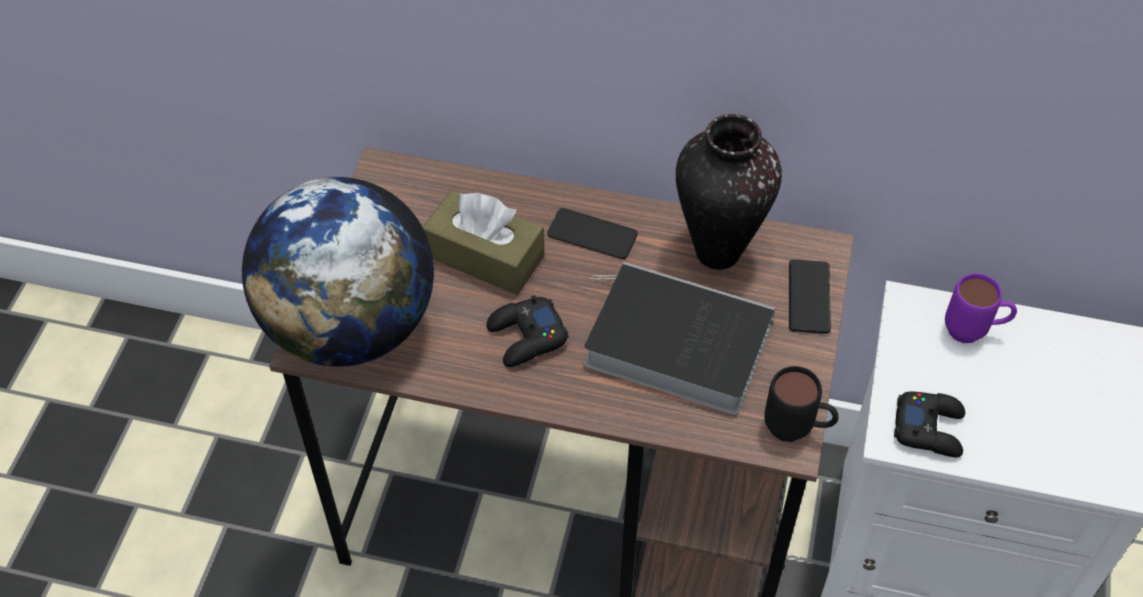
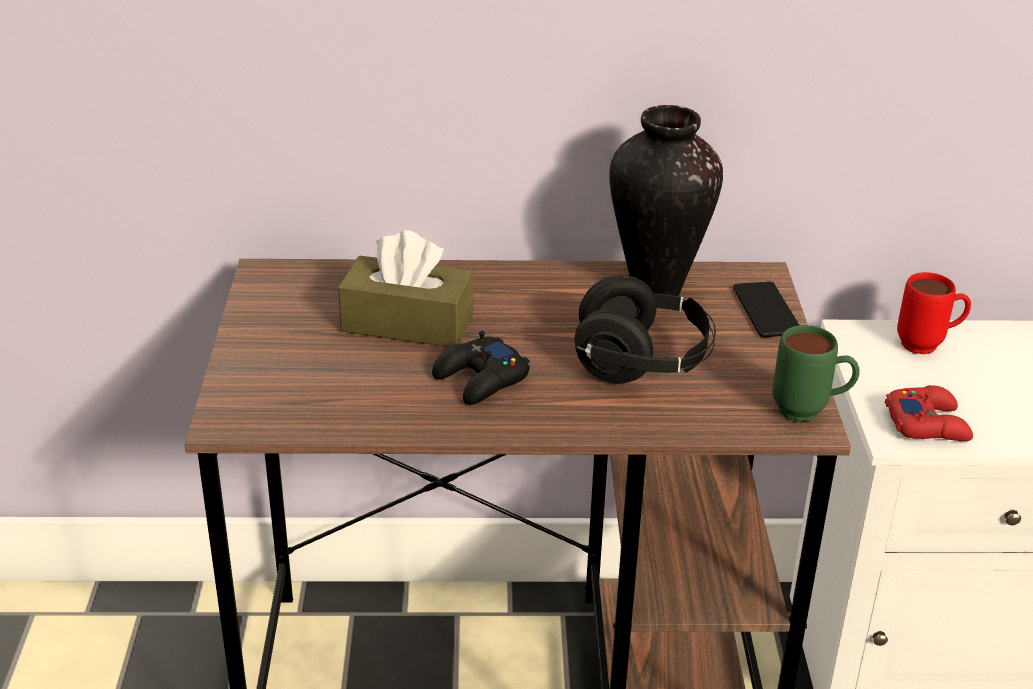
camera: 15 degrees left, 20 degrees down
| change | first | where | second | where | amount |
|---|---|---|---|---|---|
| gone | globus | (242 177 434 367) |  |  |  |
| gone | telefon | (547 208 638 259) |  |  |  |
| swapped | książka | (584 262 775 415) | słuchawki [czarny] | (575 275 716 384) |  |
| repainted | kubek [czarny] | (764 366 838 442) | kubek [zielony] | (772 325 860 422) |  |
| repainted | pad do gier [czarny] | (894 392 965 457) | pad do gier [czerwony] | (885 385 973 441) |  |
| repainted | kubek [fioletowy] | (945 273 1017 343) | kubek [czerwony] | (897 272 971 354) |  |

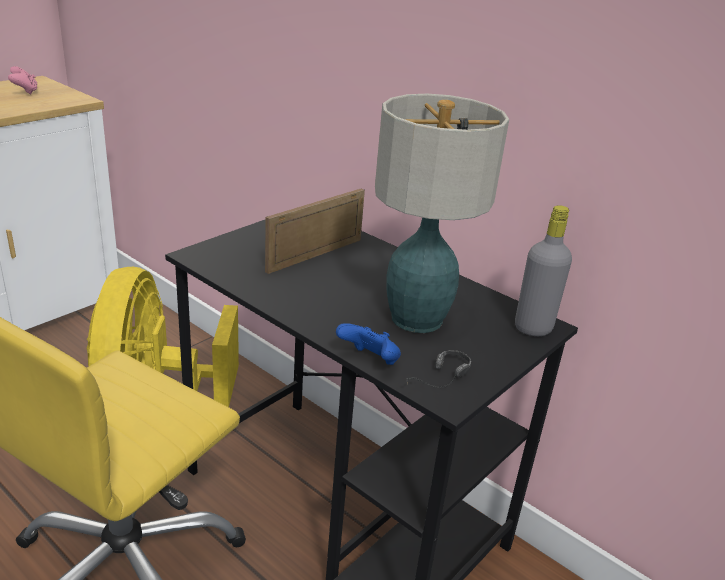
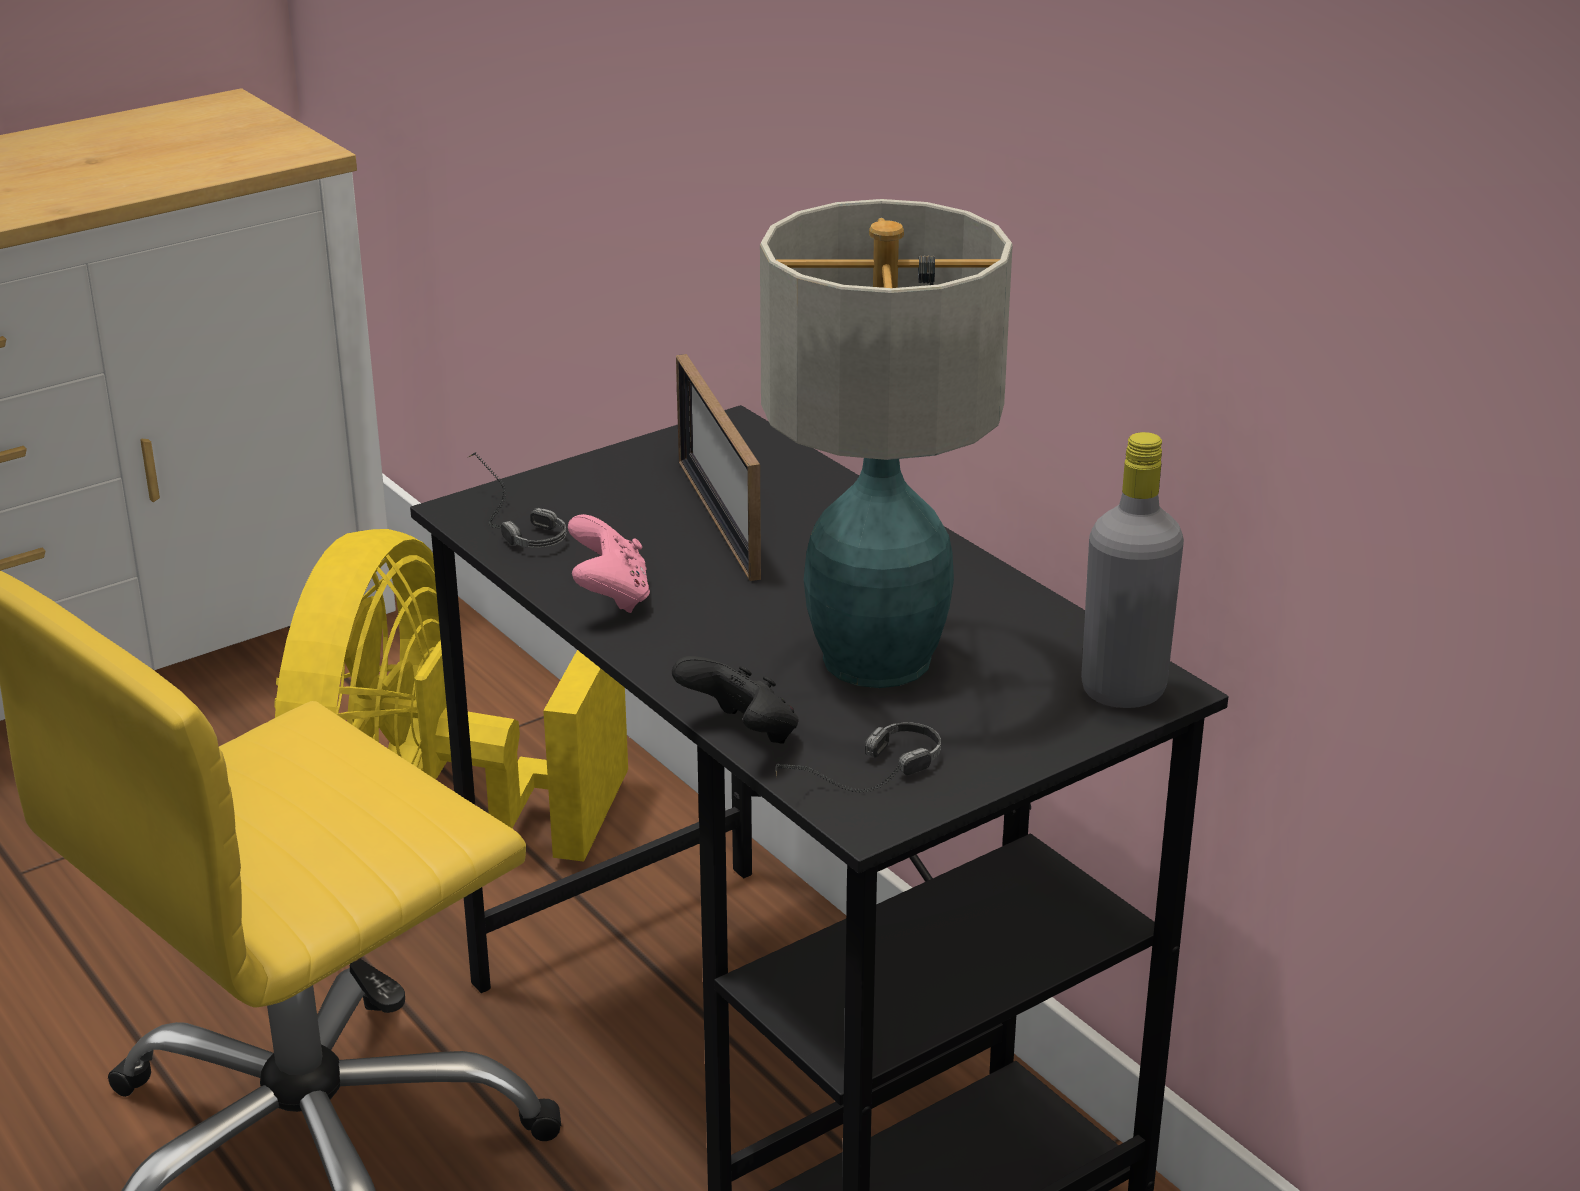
camera: 15 degrees right, 0 degrees up
| change | first | where | second | where | amount |
|---|---|---|---|---|---|
| new |  |  | słuchawki | (468 452 566 548) |  |
| shifted | pad do gier [różowy] | (8 66 38 94) |  | (568 514 650 613) |  |
| repainted | pad do gier [niebieski] | (336 323 401 365) | pad do gier [czarny] | (672 656 798 744) |  |
| rotated | ramka na zdjęcie | (265 188 365 274) |  | (676 354 761 581) | 75 degrees counterclockwise |

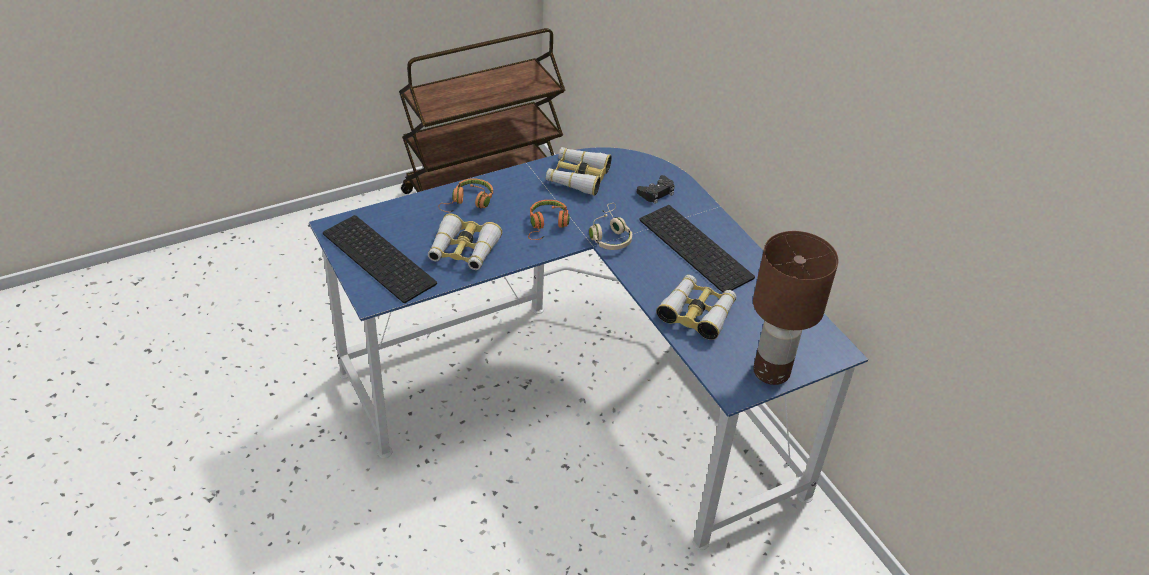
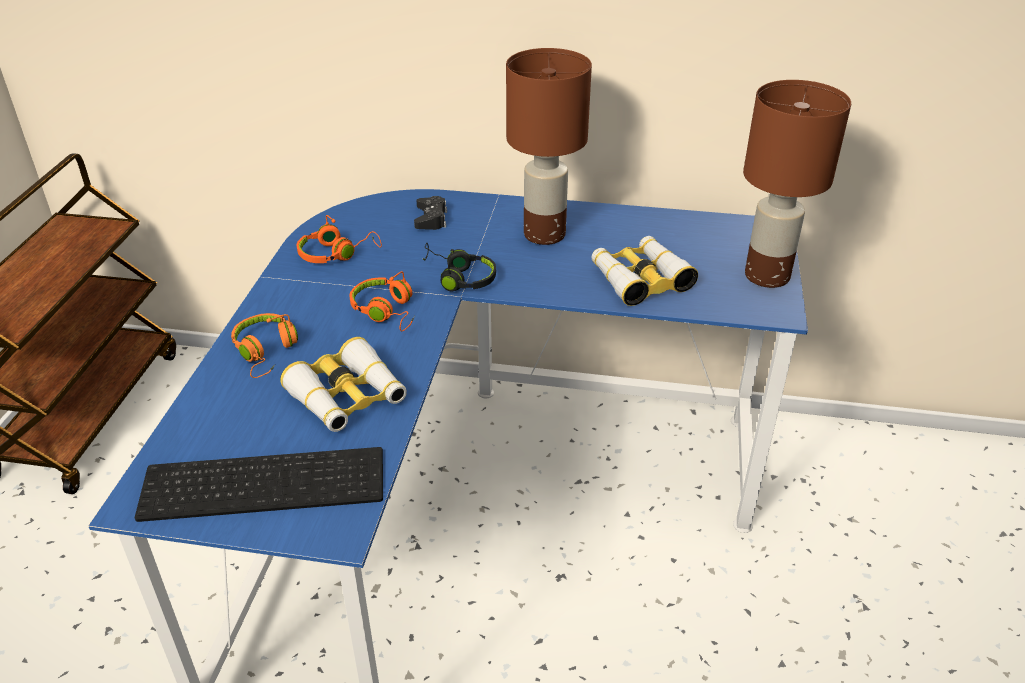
camera: 50 degrees left, 5 degrees down
| change | first | where | second | where | amount |
|---|---|---|---|---|---|
| swapped | lornetka | (546 147 612 196) | słuchawki [pomarańczowy] | (297 215 382 263) |  |
| swapped | klawiatura | (640 205 755 293) | lampa stołowa [brązowy] | (506 48 592 245) |  |
| repainted | słuchawki [beżowy] | (589 203 632 250) | słuchawki [czarny] | (422 243 496 291) |  |

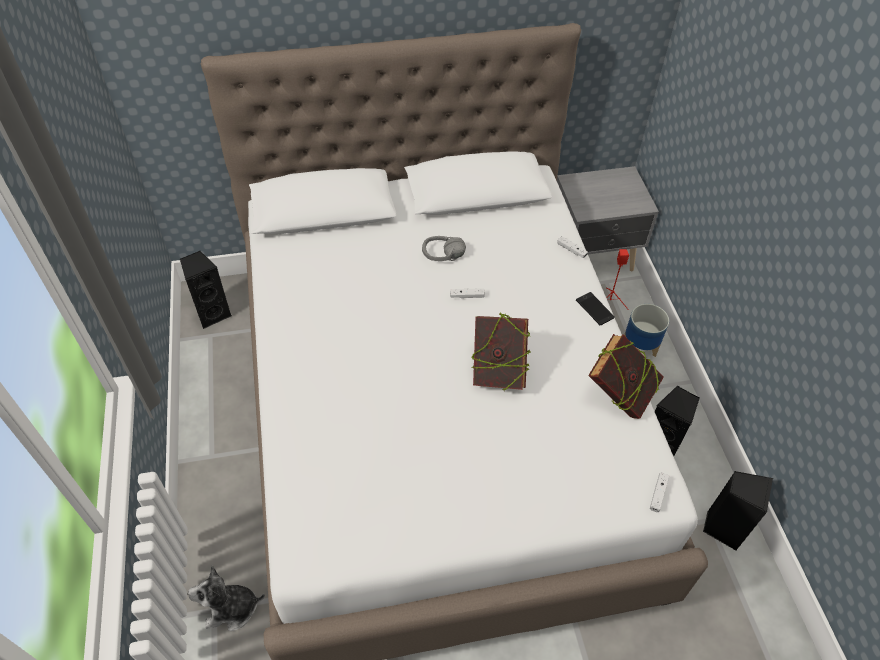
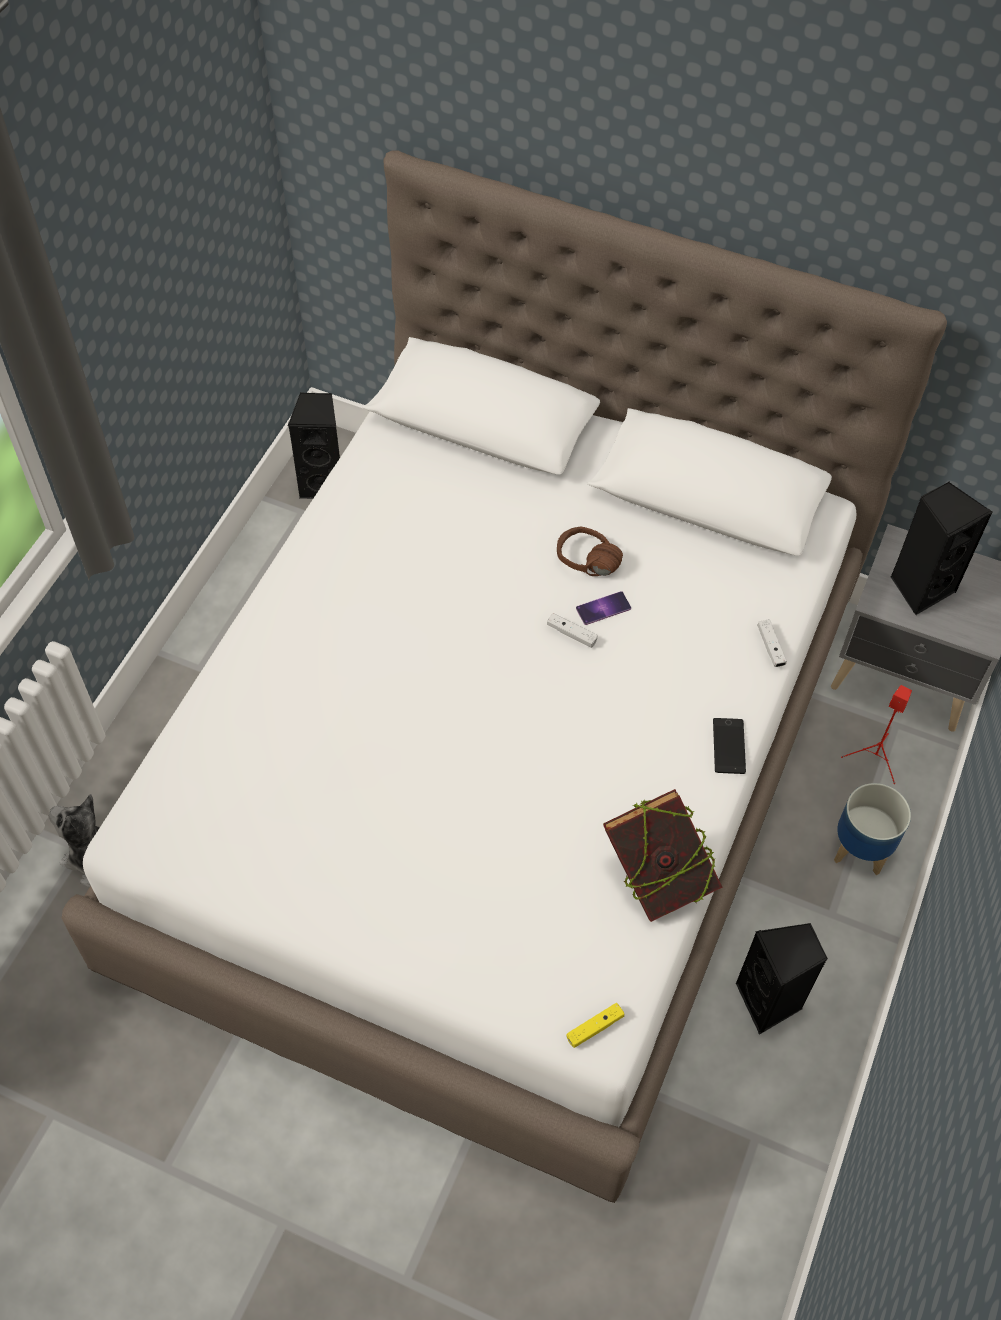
camera: 35 degrees right, 5 degrees up
| change | first | where | second | where | amount |
|---|---|---|---|---|---|
| gone | książka | (471 313 530 391) |  |  |  |
| new |  |  | telefon | (576 591 631 625) |  |
| shifted | głośnik [czarny] | (703 471 773 550) |  | (890 481 992 615) |  |
| repainted | słuchawki [szary] | (422 236 466 261) | słuchawki [brązowy] | (557 526 623 576) |  |
| repainted | pad do gier [biały] | (650 472 669 512) | pad do gier [żółty] | (566 1003 624 1048) |  |

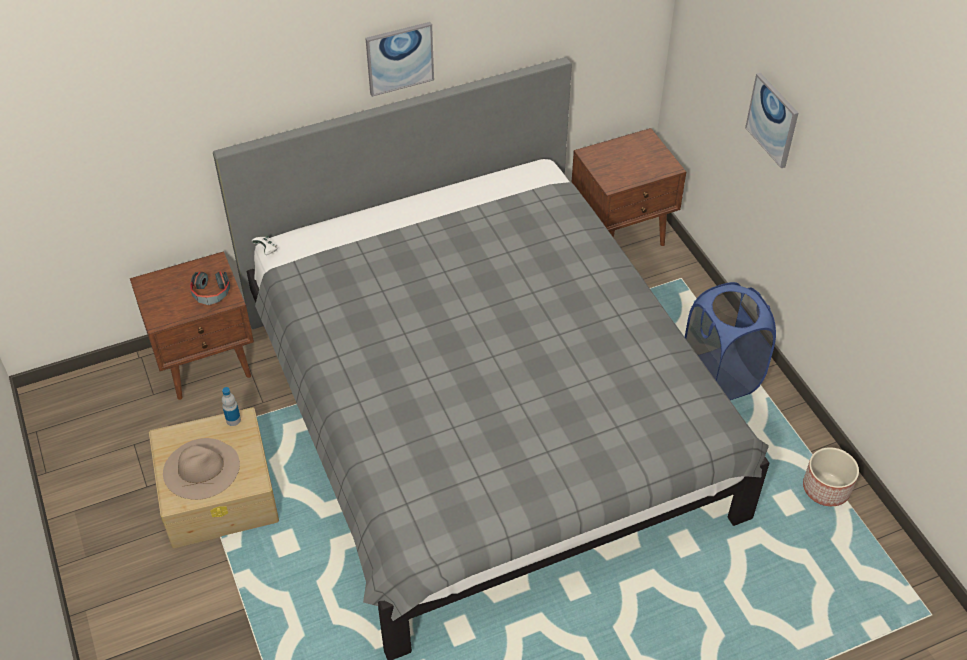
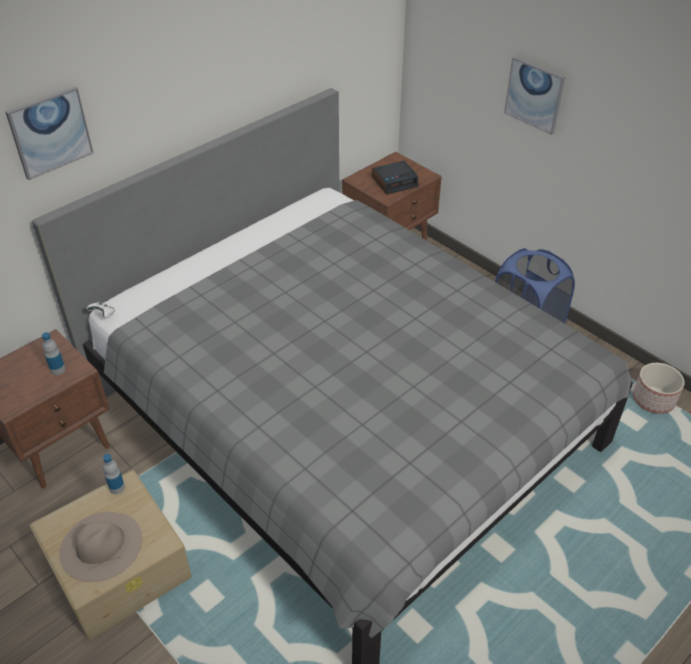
camera: 20 degrees left, 5 degrees down
| change | first | where | second | where | amount |
|---|---|---|---|---|---|
| new |  |  | budzik | (372 161 418 194) |  |
| shifted | obraz | (365 22 434 97) |  | (5 86 93 180) |  |
| swapped | słuchawki | (190 271 230 305) | butelka | (42 332 66 375) |  |

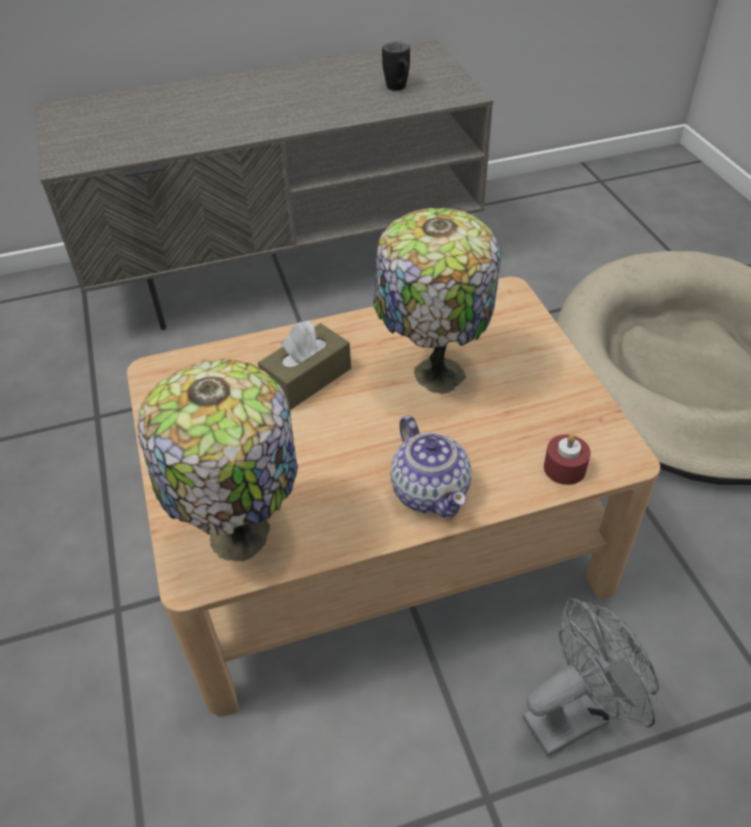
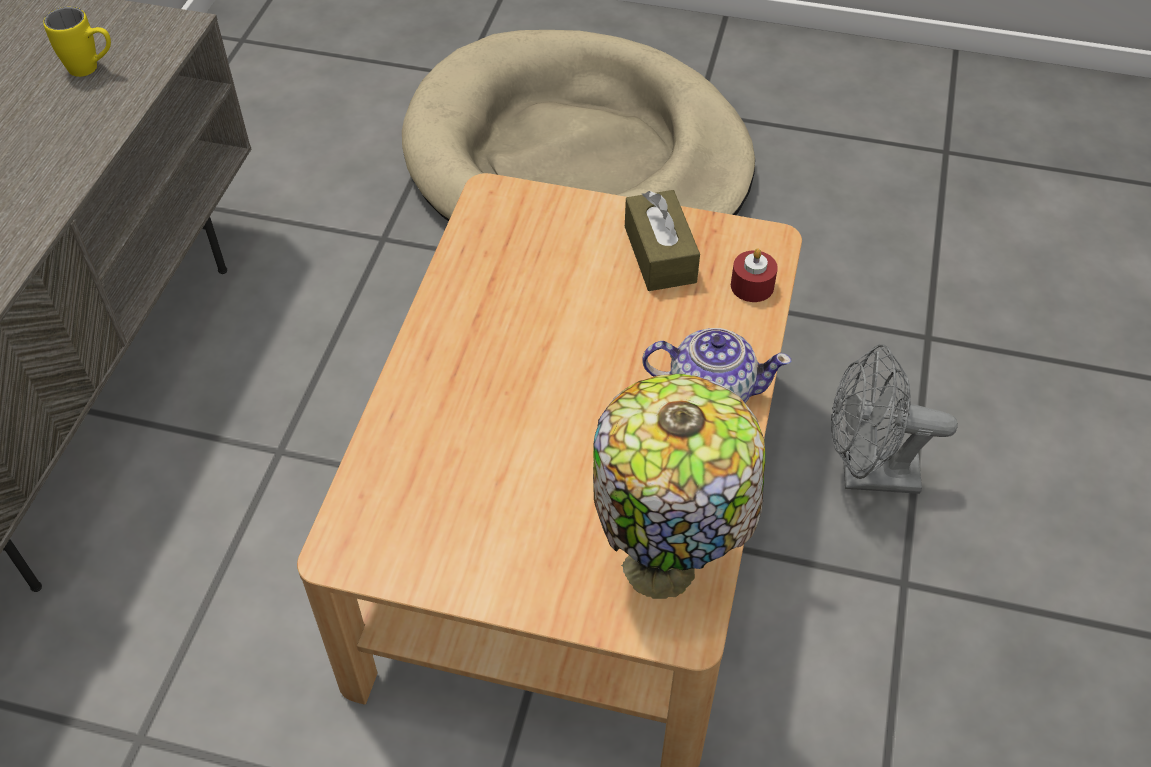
camera: 60 degrees left, 5 degrees up
| change | first | where | second | where | amount |
|---|---|---|---|---|---|
| gone | lampa stołowa | (373 208 501 394) |  |  |  |
| shifted | pudełko chusteczek [brązowy] | (258 320 351 410) |  | (625 190 700 291) |  |
| repainted | kubek [czarny] | (382 41 410 91) | kubek [żółty] | (43 7 111 77) |  |
| rotated | wentylator [szary] | (523 598 659 757) |  | (831 344 958 494) | 90 degrees counterclockwise |

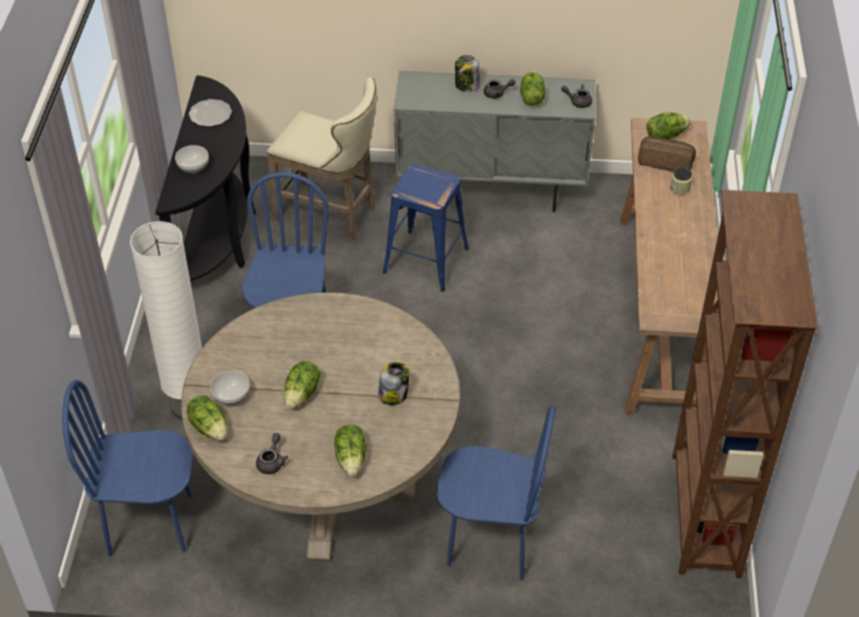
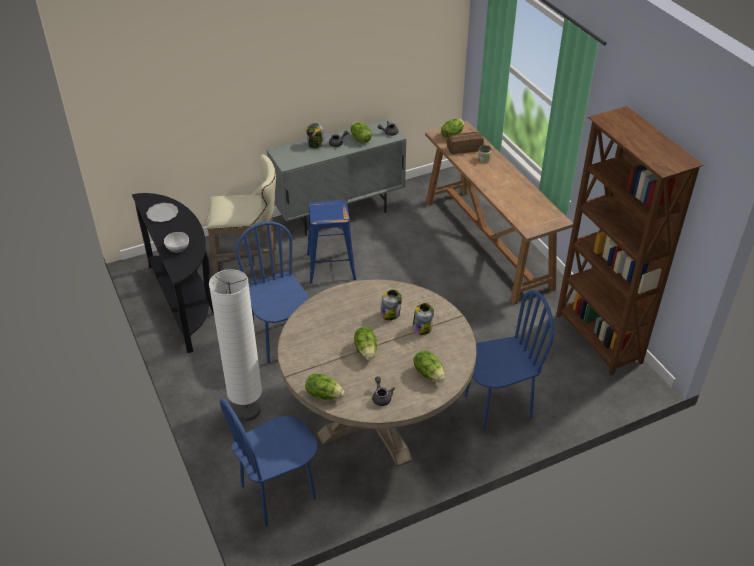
camera: 30 degrees left, 5 degrees down
| change | first | where | second | where | amount |
|---|---|---|---|---|---|
| gone | miska | (210 370 250 406) |  |  |  |
| new |  |  | słoik | (380 290 402 320) |  |

